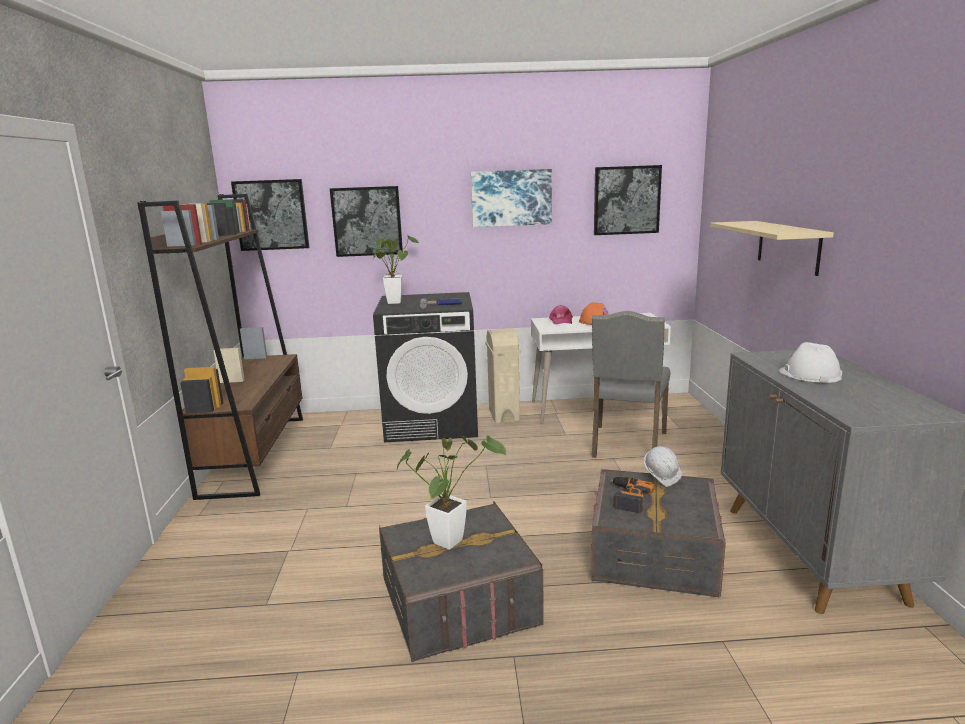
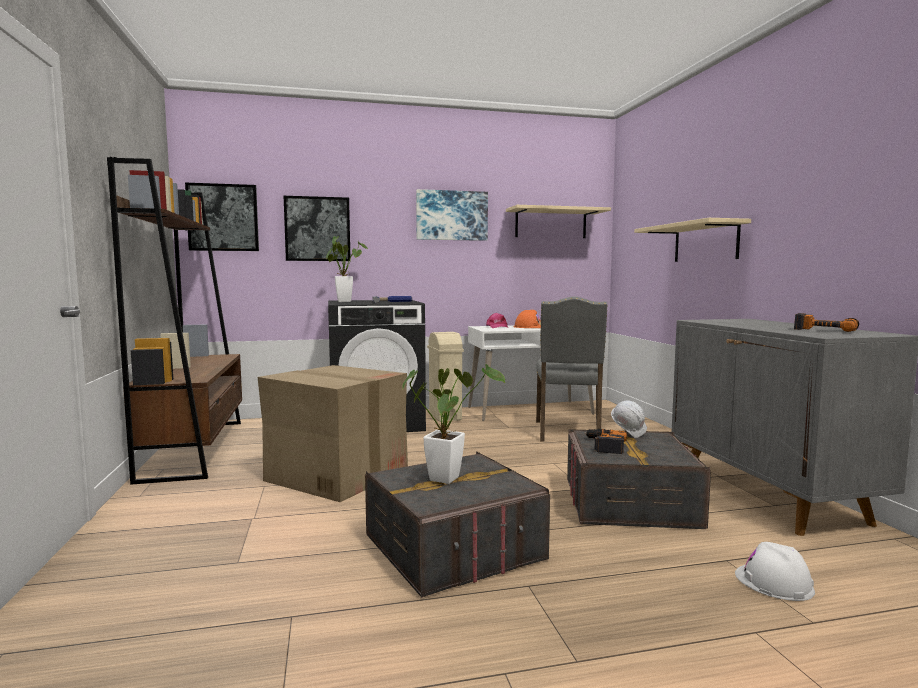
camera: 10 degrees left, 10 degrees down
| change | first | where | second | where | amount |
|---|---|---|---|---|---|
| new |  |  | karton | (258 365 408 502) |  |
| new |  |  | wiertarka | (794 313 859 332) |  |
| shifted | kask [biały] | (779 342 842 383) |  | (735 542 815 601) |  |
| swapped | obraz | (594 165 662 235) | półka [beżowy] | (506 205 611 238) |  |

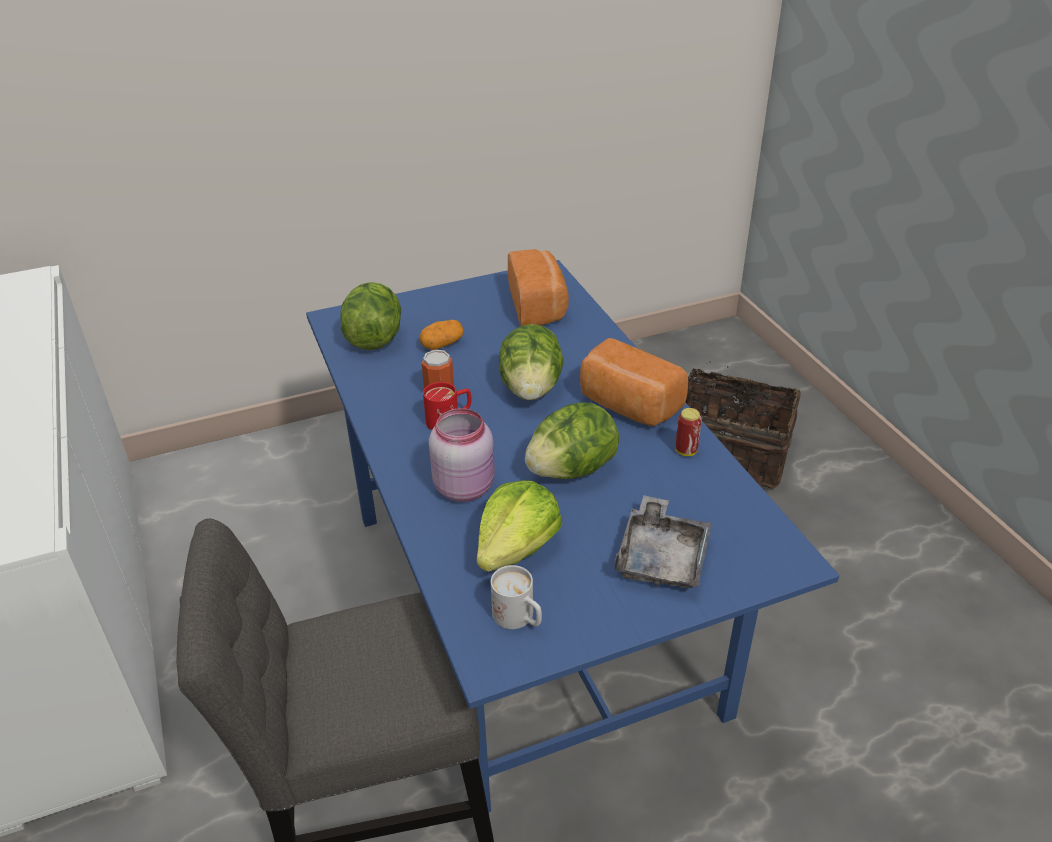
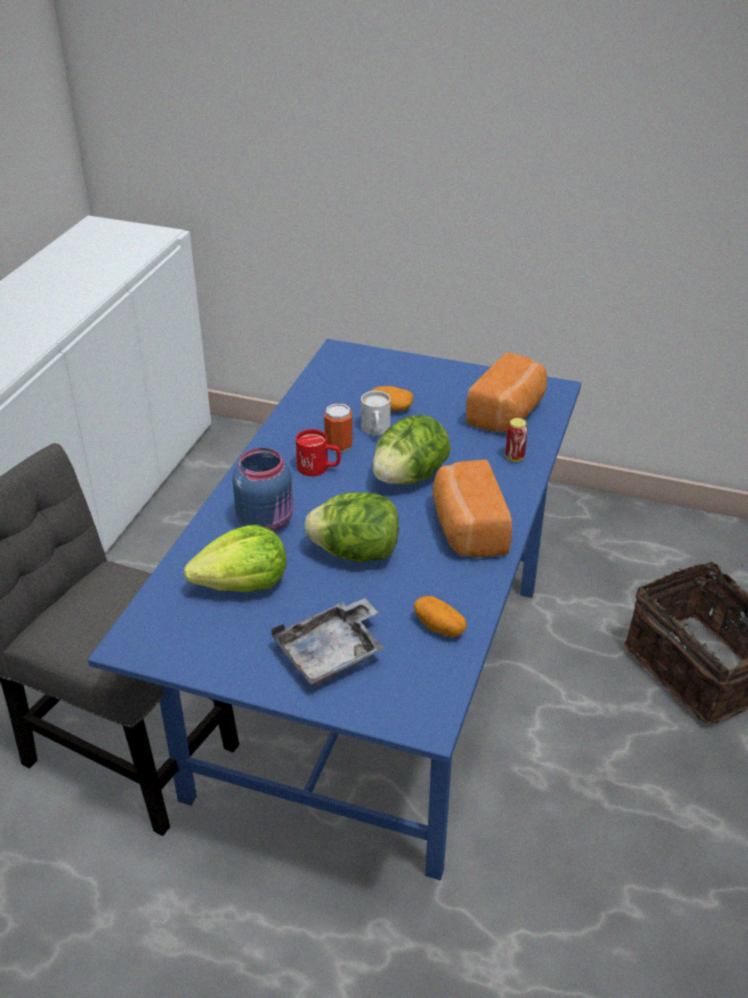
camera: 40 degrees right, 0 degrees up
| change | first | where | second | where | amount |
|---|---|---|---|---|---|
| gone | sałata | (340 282 401 350) |  |  |  |
| new |  |  | ziemniak | (414 596 467 637) |  |
| shifted | kubek [biały] | (491 565 542 629) |  | (361 391 391 435) |  |
| shifted | puszka | (675 408 702 456) |  | (505 418 528 462) |  |
| repainted | słoik [różowy] | (429 408 495 502) | słoik [niebieski] | (232 448 293 532) |  |

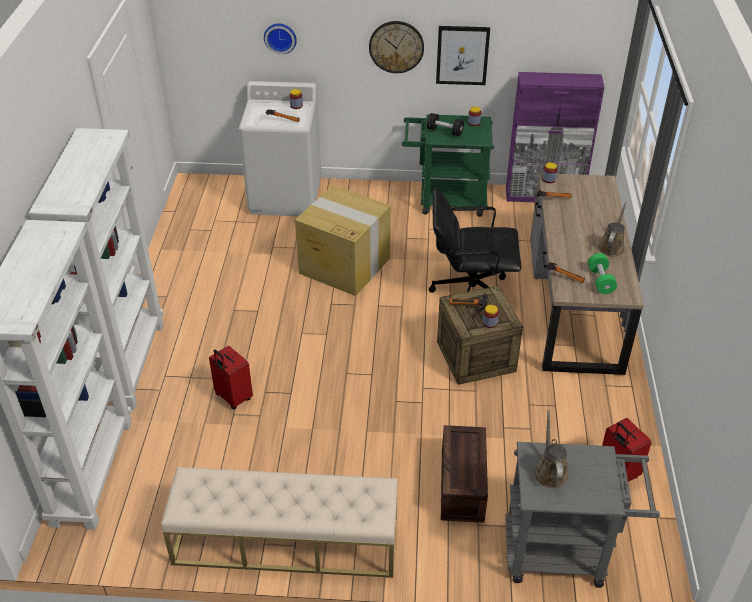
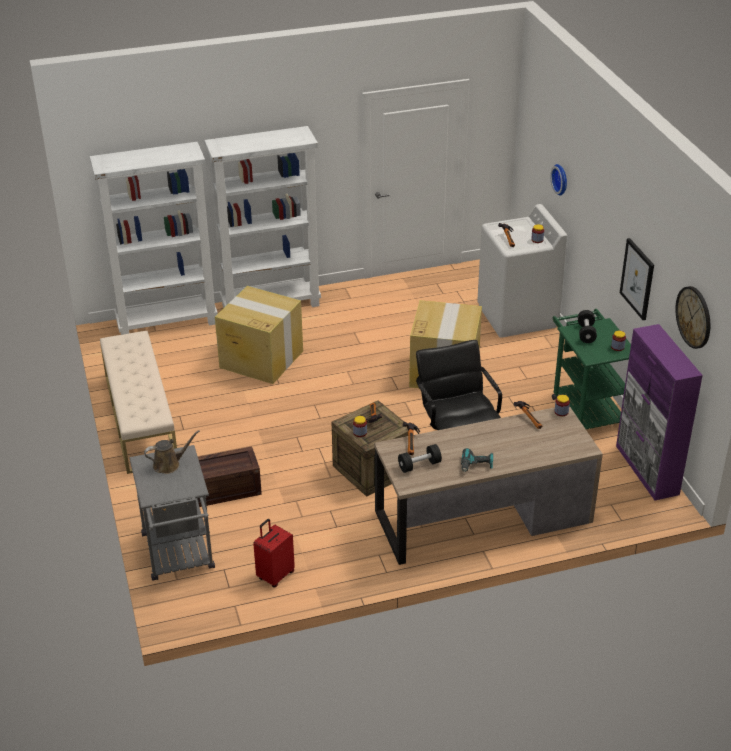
camera: 70 degrees right, 5 degrees down
| change | first | where | second | where | amount |
|---|---|---|---|---|---|
| shifted | zegar ścienny | (369 21 424 73) |  | (675 286 710 349) |  |
| swapped | walizka [czerwony] | (209 346 253 409) | karton | (215 286 303 384) |  |
| swapped | konewka [brązowy] | (598 202 627 256) | wiertarka | (461 448 493 472) |  |
| repainted | hantel [zielony] | (588 253 617 294) | hantel [czarny] | (398 444 442 473) |  |

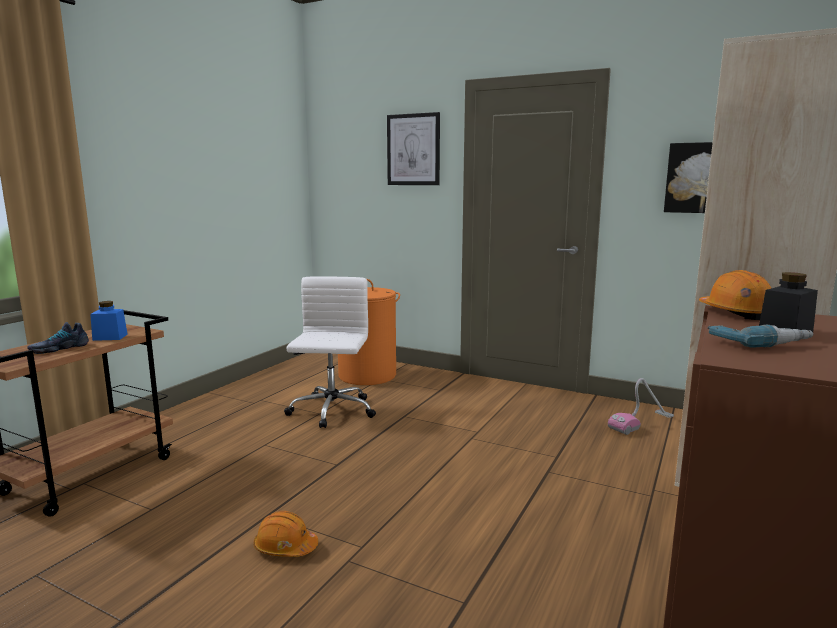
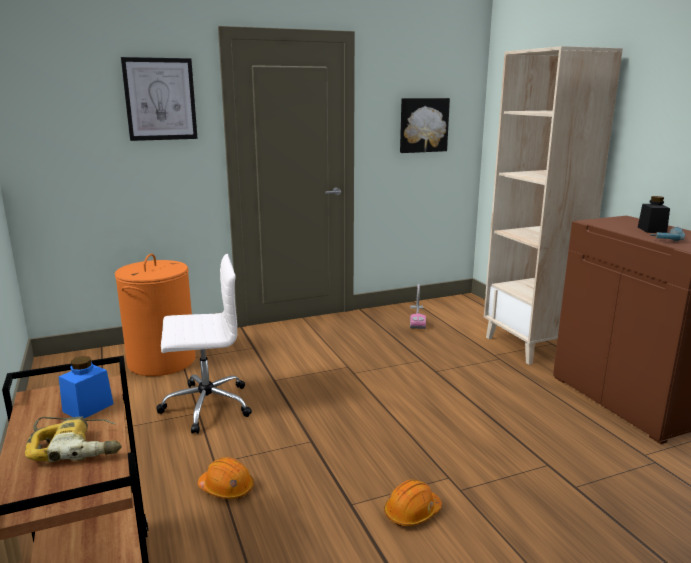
camera: 50 degrees left, 5 degrees up
| change | first | where | second | where | amount |
|---|---|---|---|---|---|
| shifted | kask [pomarańczowy] | (699 270 771 320) |  | (198 457 254 499) |  |
| swapped | but | (27 322 89 354) | wiertarka | (25 416 122 462) |  |
| rotated | krzesło biurowe [biały] | (284 276 376 428) |  | (156 254 252 434) | 120 degrees clockwise |

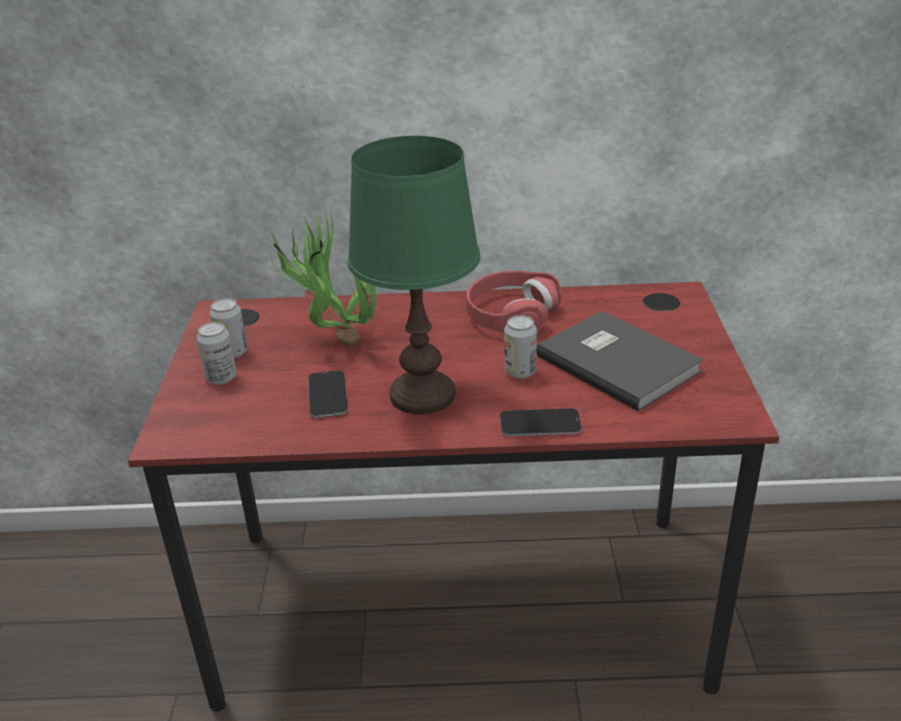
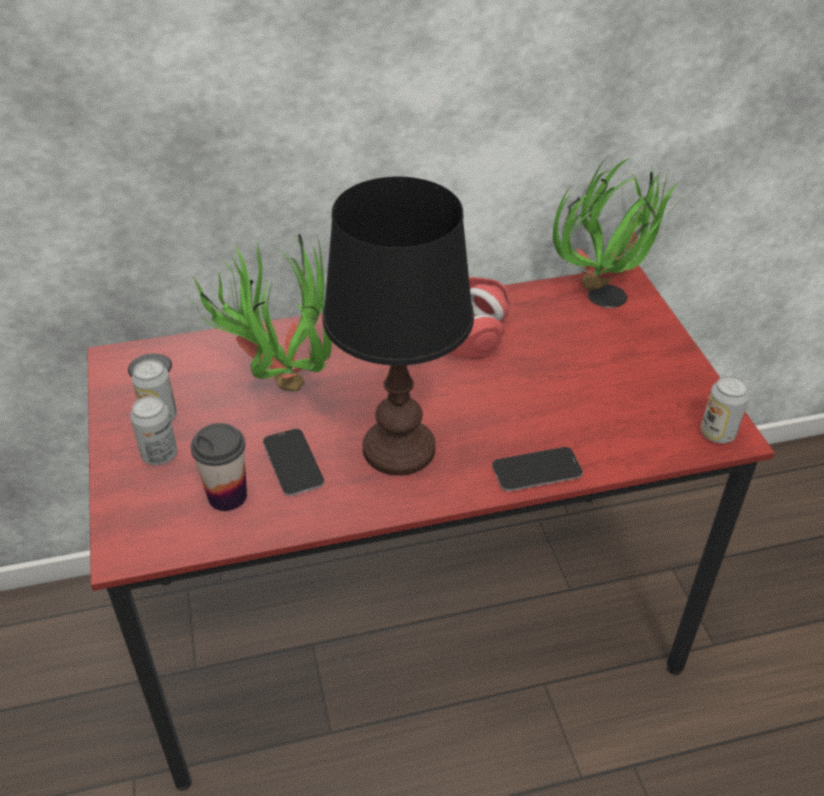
camera: 15 degrees left, 10 degrees up
| change | first | where | second | where | amount |
|---|---|---|---|---|---|
| gone | książka [szary] | (536 311 704 411) |  |  |  |
| new |  |  | filiżanka | (191 423 247 511) |  |
| new |  |  | roślina doniczkowa | (553 153 684 290) |  |
| shifted | puszka | (504 315 537 379) |  | (701 376 749 443) |  |
| repainted | lampa stołowa [zielony] | (348 136 480 415) | lampa stołowa [czarny] | (322 177 474 476) |  |

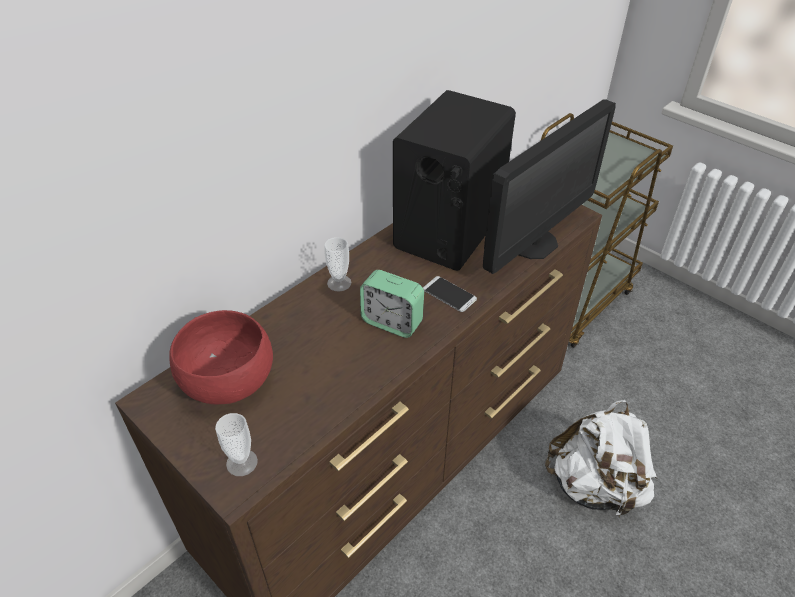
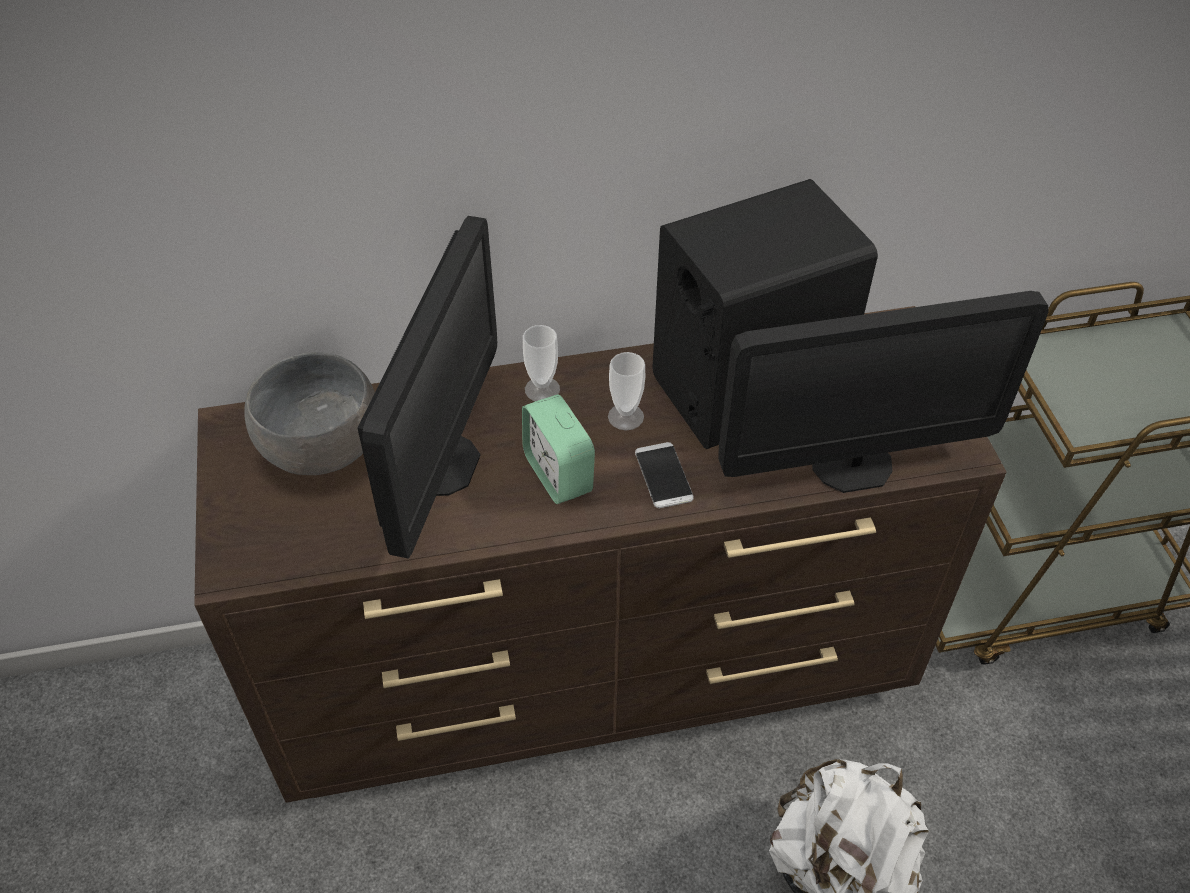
camera: 35 degrees right, 5 degrees up
| change | first | where | second | where | amount |
|---|---|---|---|---|---|
| new |  |  | monitor | (358 216 497 559) |  |
| shifted | filiżanka | (215 413 258 476) |  | (608 352 645 430) |  |
| repainted | miska [czerwony] | (169 310 273 404) | miska [szary] | (244 352 375 475) |  |

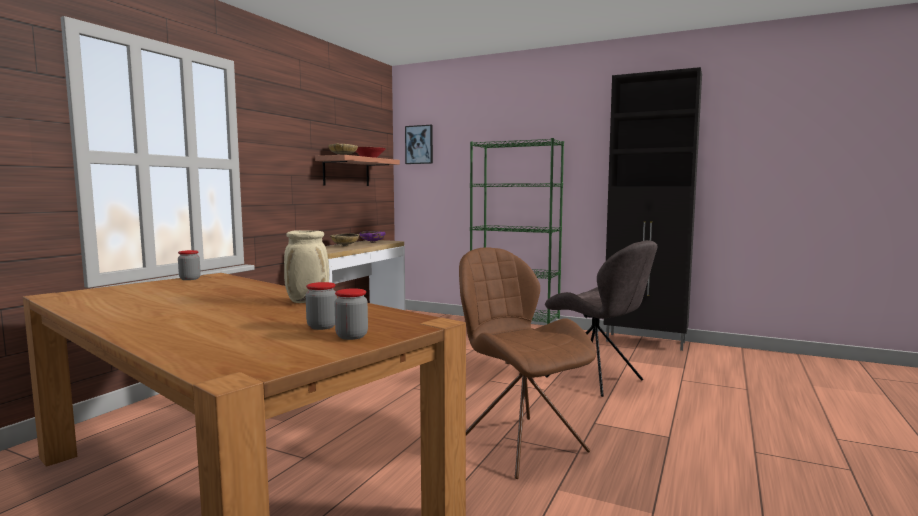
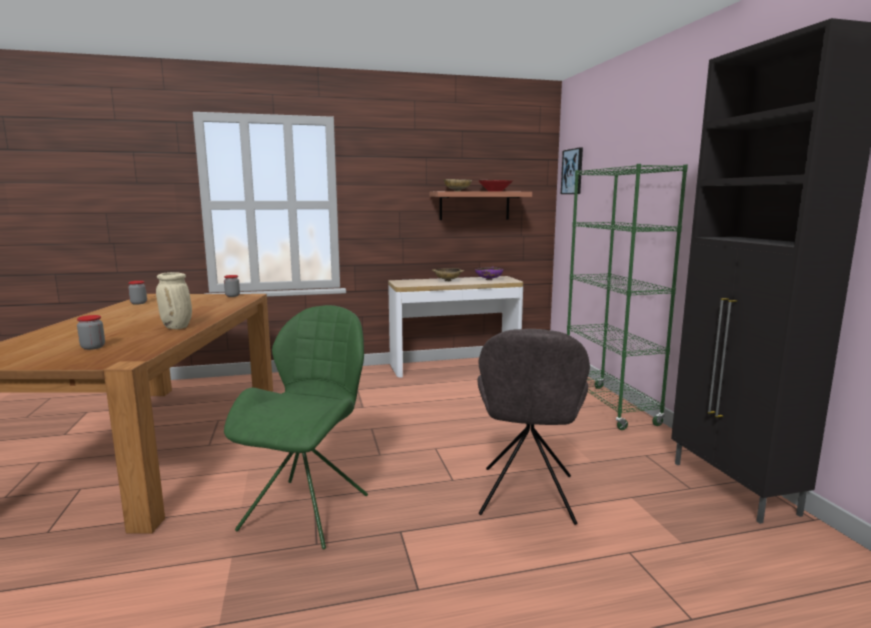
camera: 50 degrees right, 5 degrees up
| change | first | where | second | where | amount |
|---|---|---|---|---|---|
| shifted | słoik | (334 288 368 340) |  | (128 281 147 305) |  |
| repainted | krzesło [brązowy] | (459 247 596 479) | krzesło [zielony] | (224 305 368 549) |  |

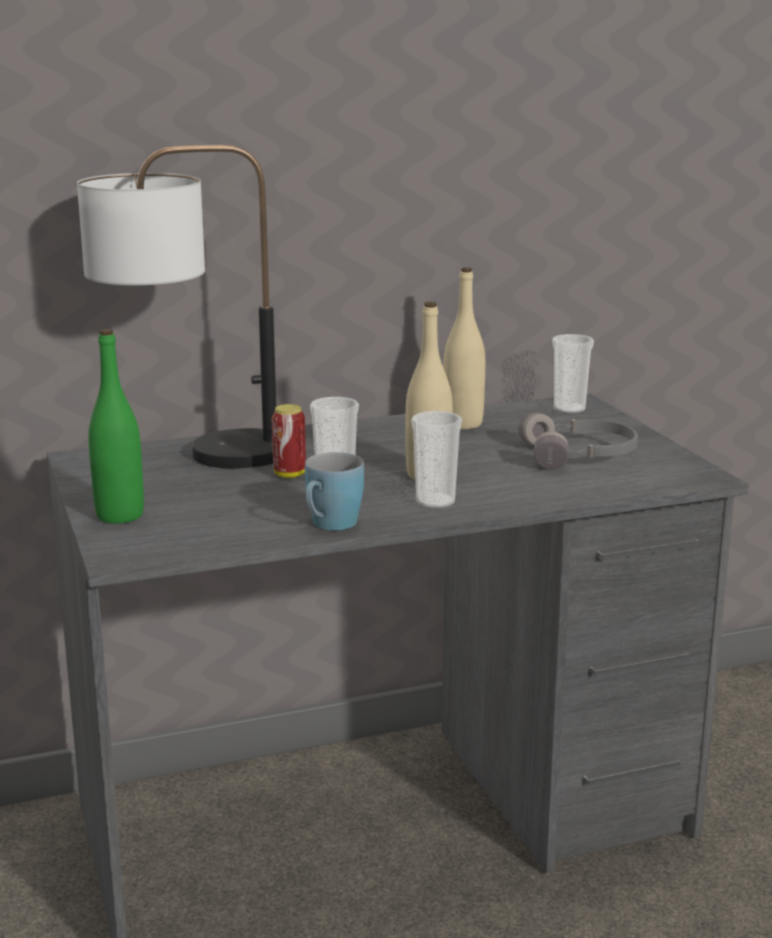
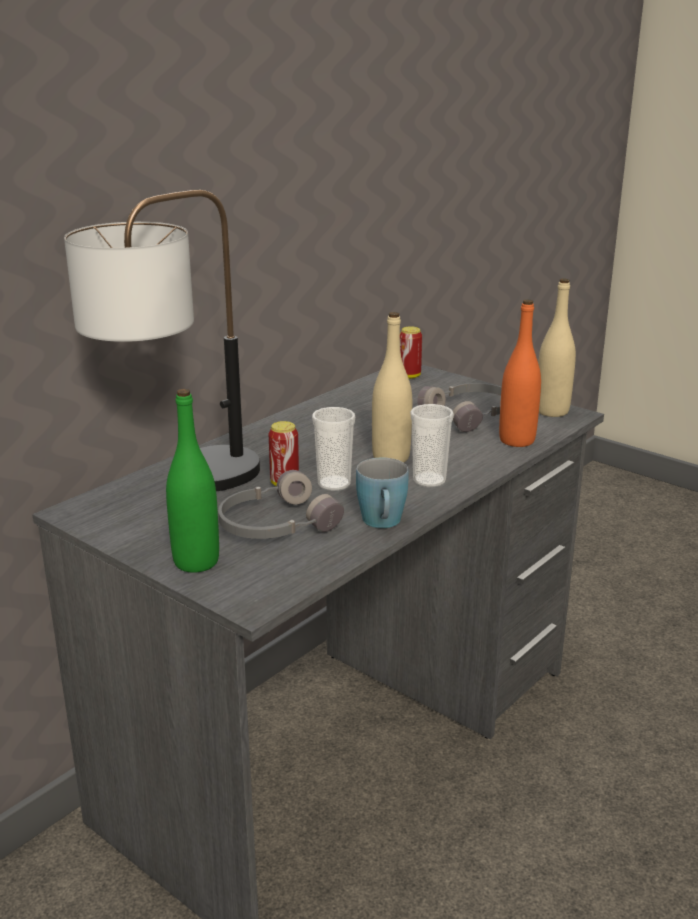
camera: 30 degrees left, 5 degrees up
| change | first | where | second | where | amount |
|---|---|---|---|---|---|
| new |  |  | słuchawki [szary] | (218 470 344 539) |  |
| new |  |  | butelka [pomarańczowy] | (499 299 541 447) |  |
| shifted | butelka [beżowy] | (443 267 485 429) |  | (538 278 576 417) |  |
| swapped | filiżanka | (552 334 594 413) | puszka | (400 326 422 379) |  |

